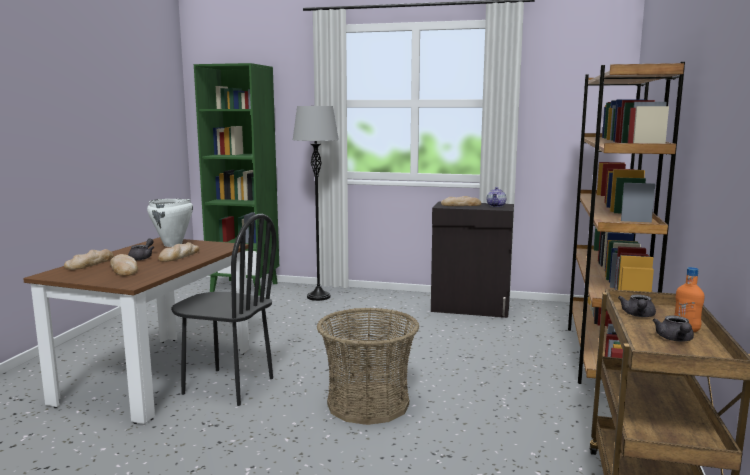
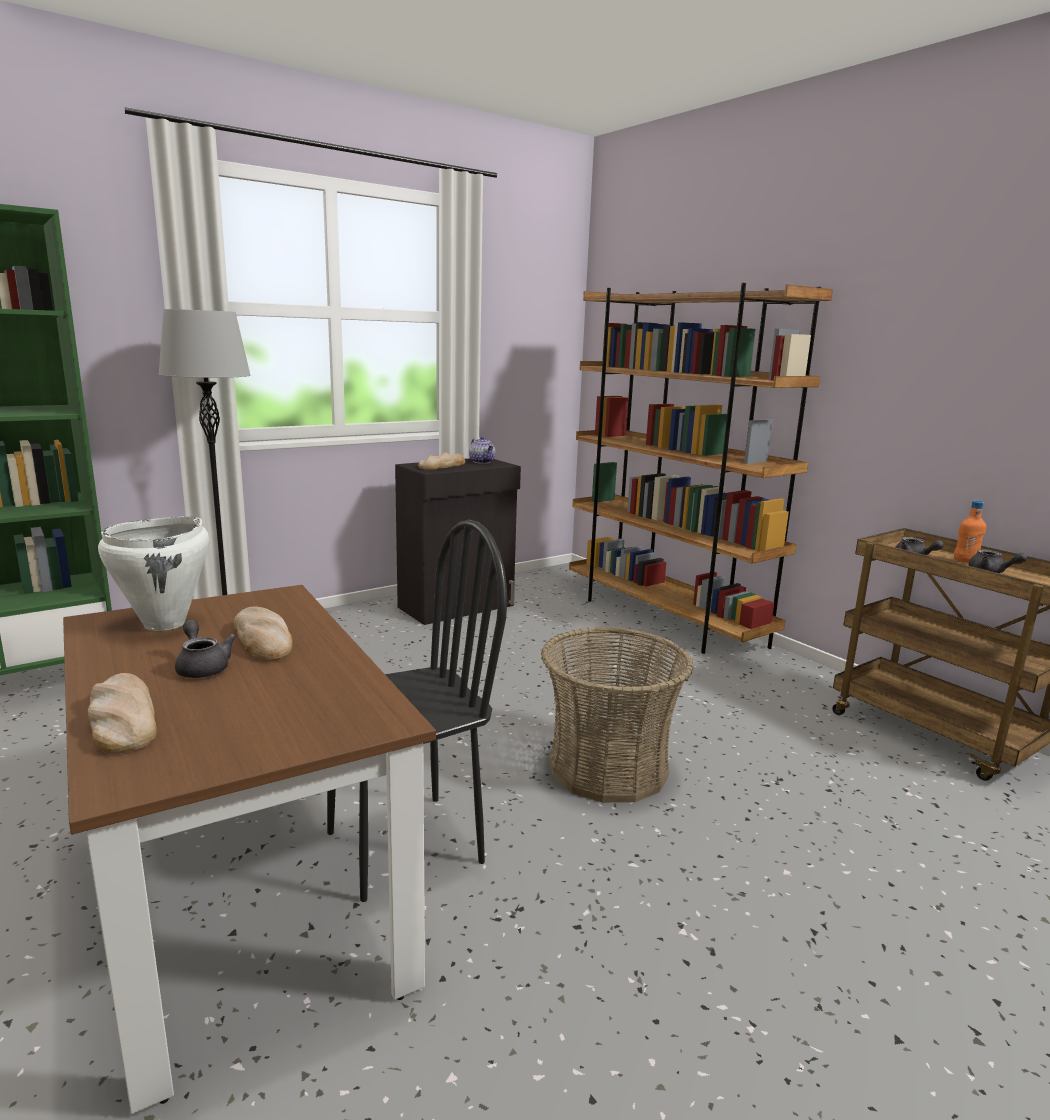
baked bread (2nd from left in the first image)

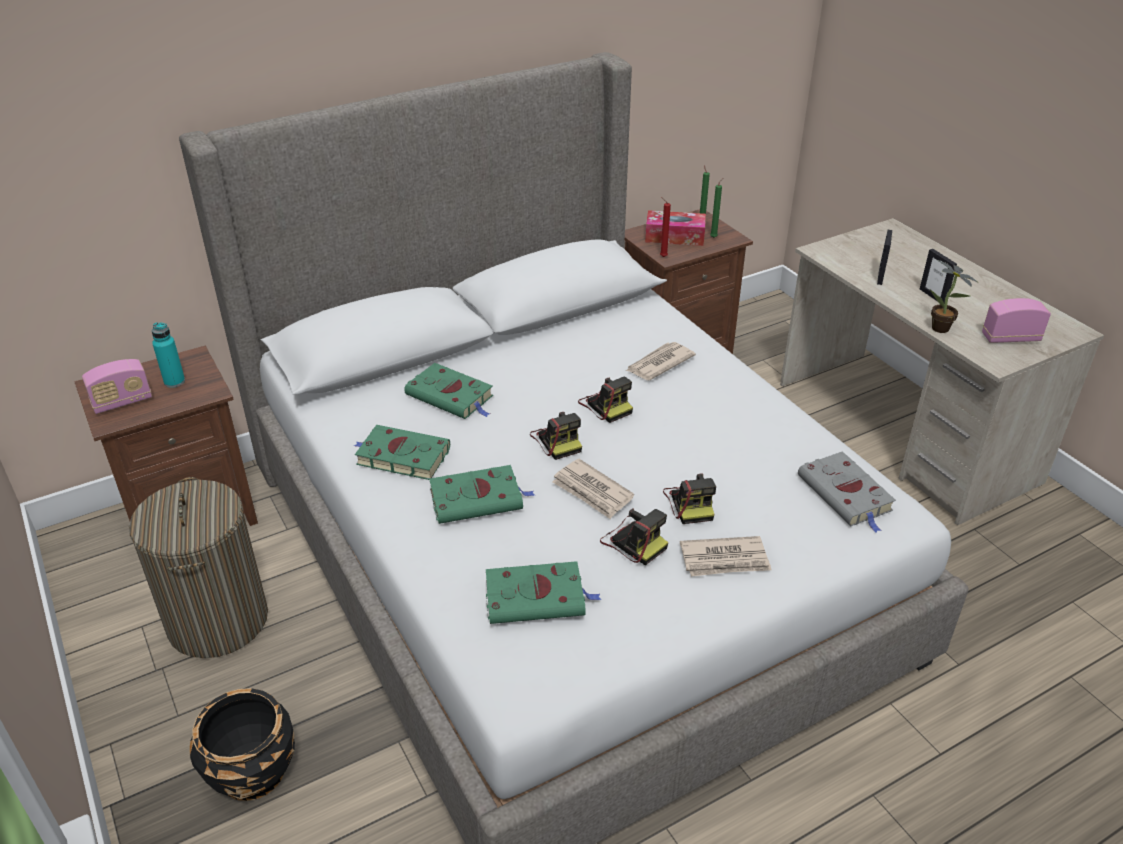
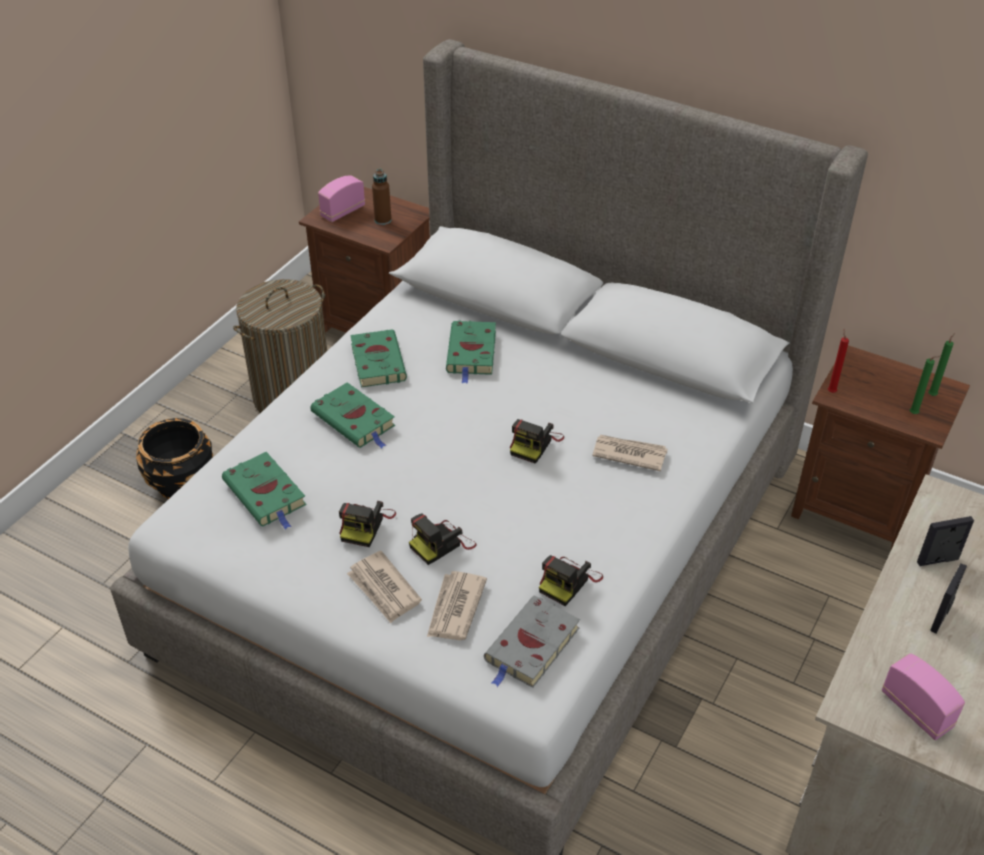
radio set (1st from left)
brown-coloured drink bottle
printed paper (2nd from left)
still camera (4th from left)
box of tissues
plant in a pot

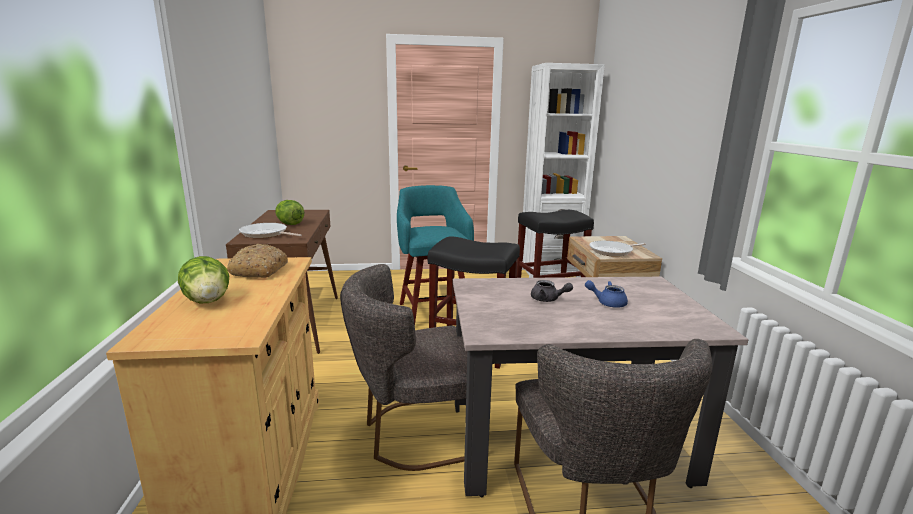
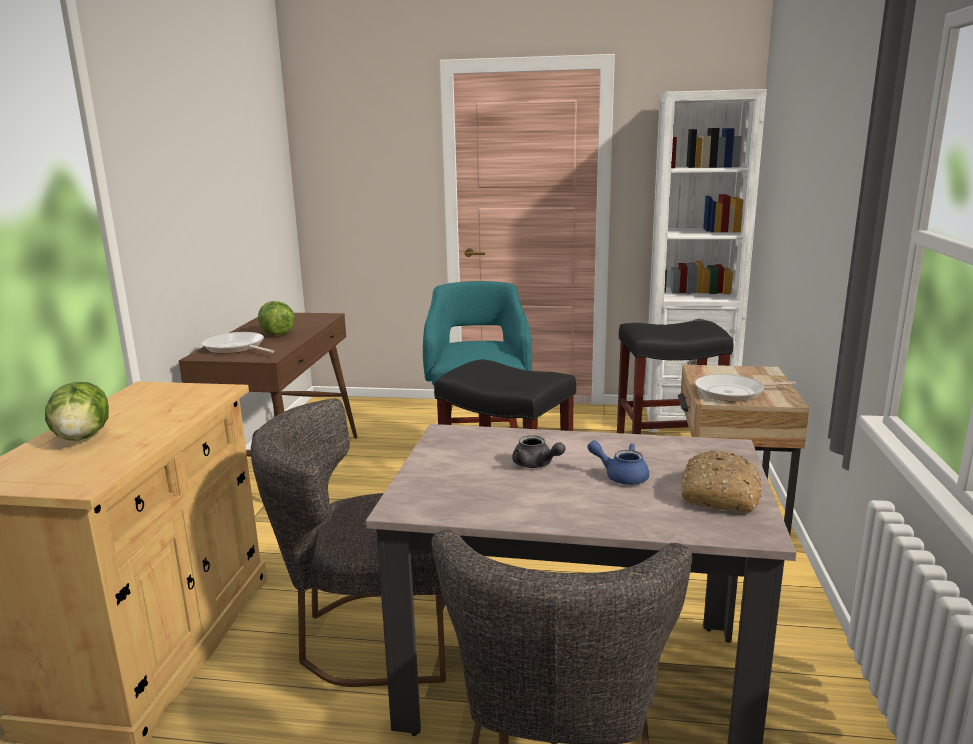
baked bread

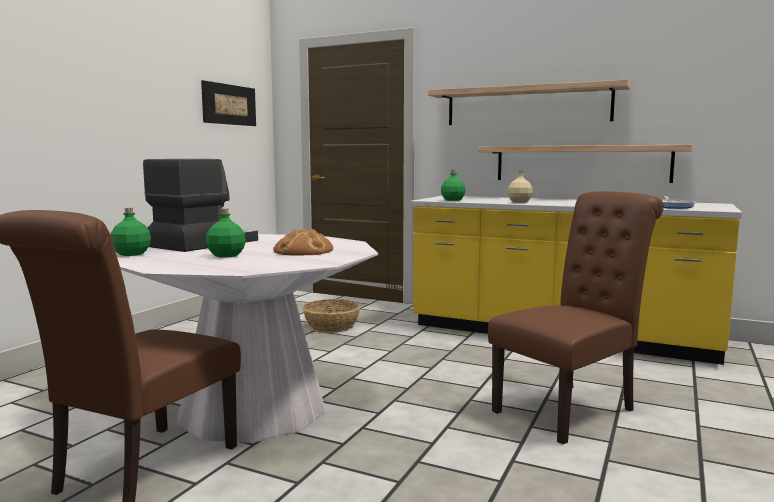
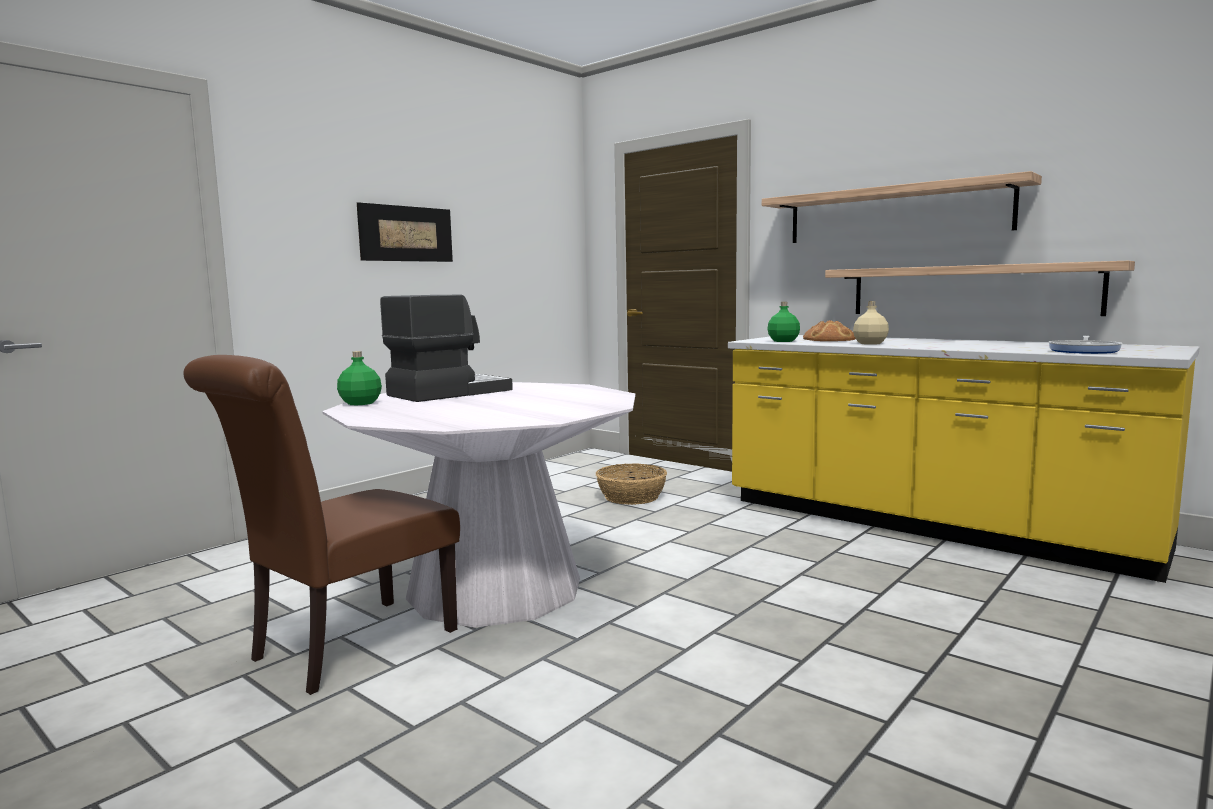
picture
baked bread
greenish drink bottle (2nd from left in the first image)
brown-coloured chair (2nd from left in the first image)

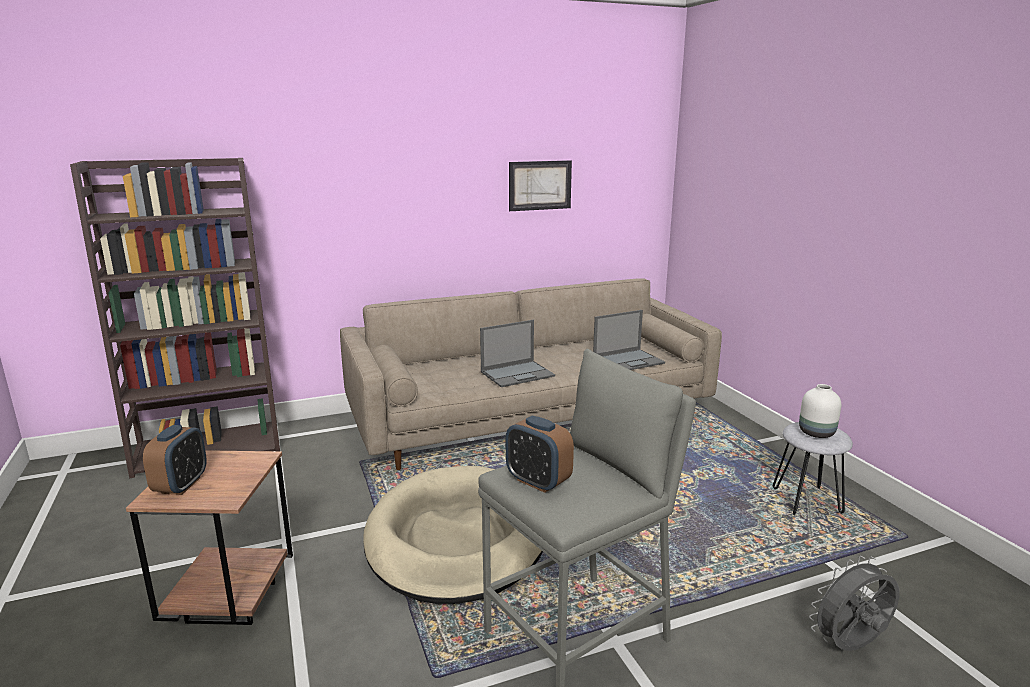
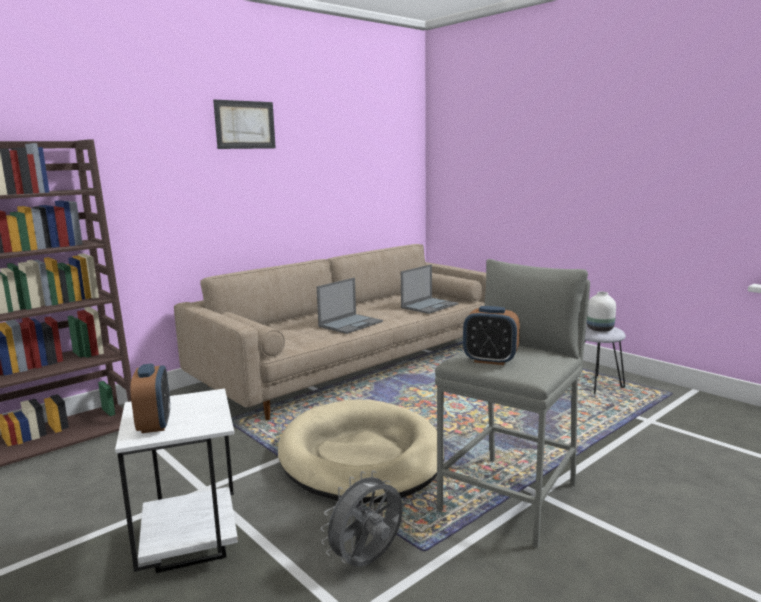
whitish side table
picture
greyish fan

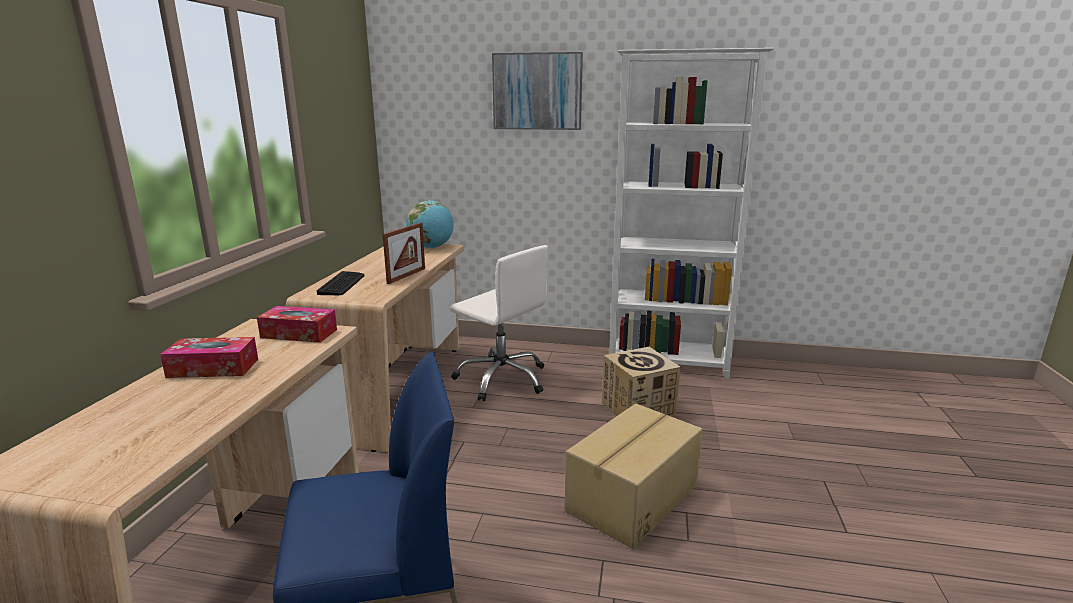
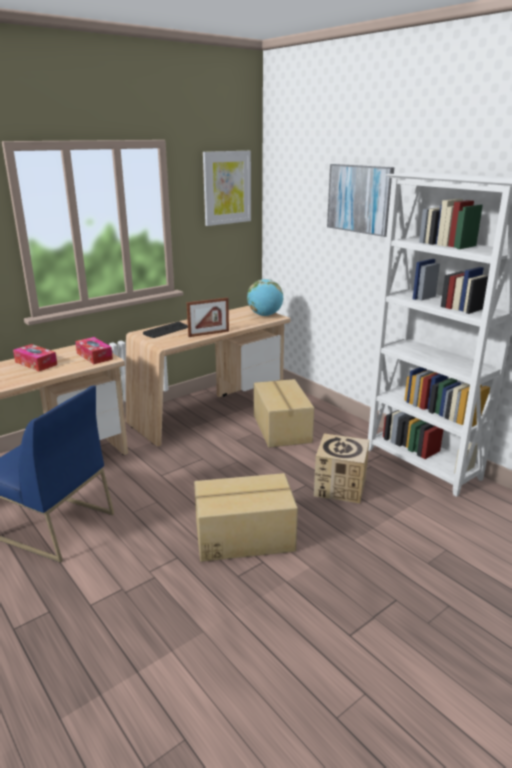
picture (1st from left)
carton (2nd from left)

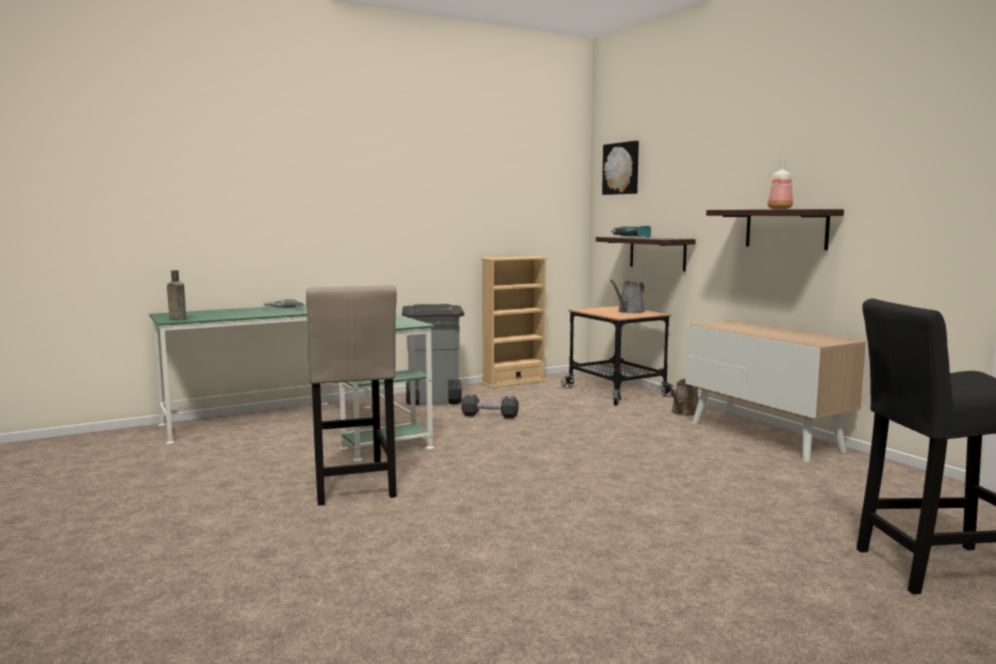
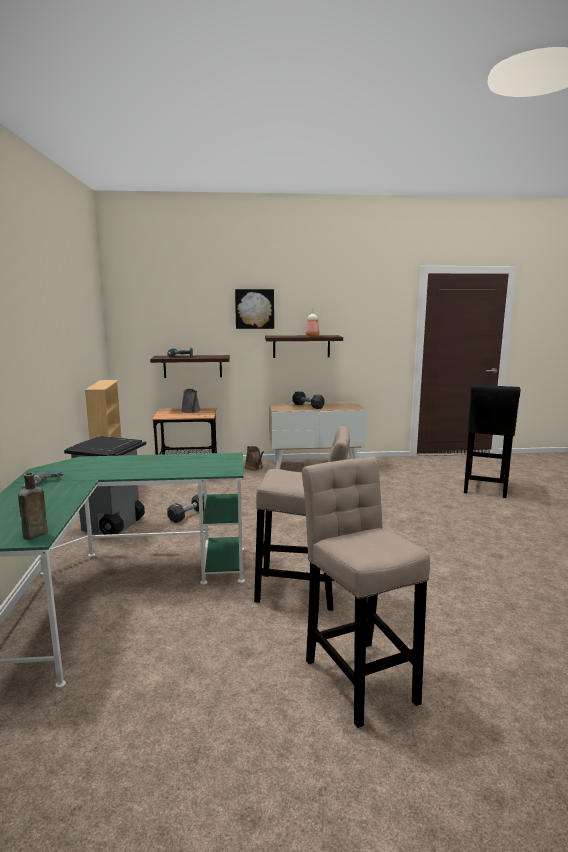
picture
blackish hand weight (2nd from left)
sand-coloured stool (2nd from left)

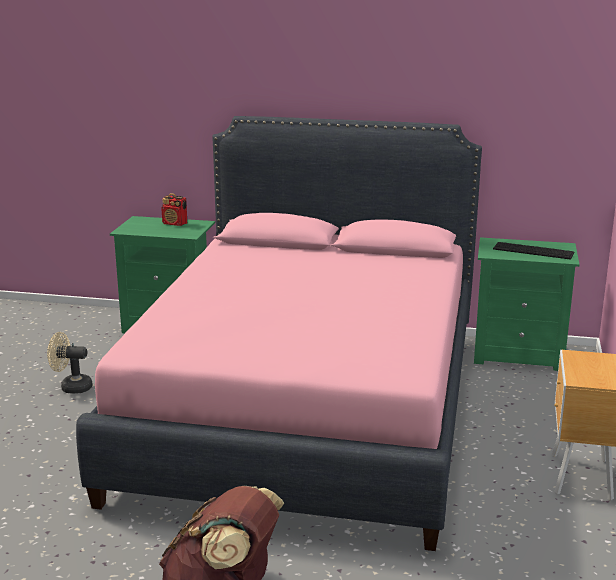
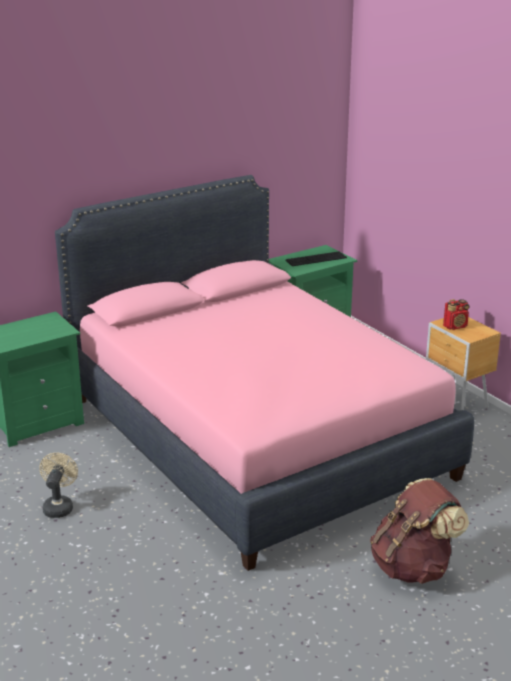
sand-coloured fan
radio set

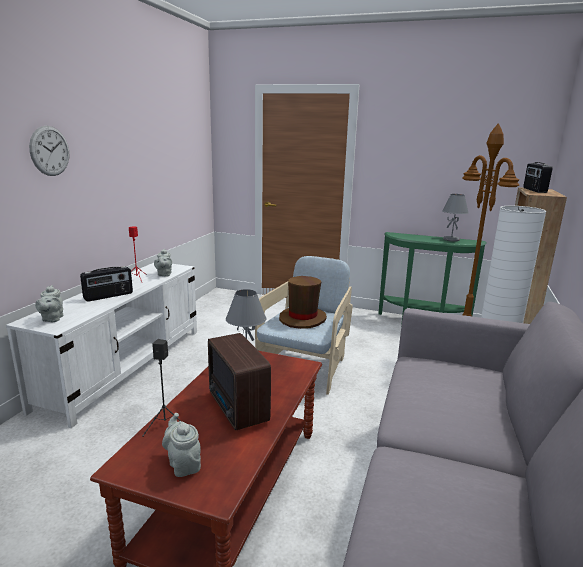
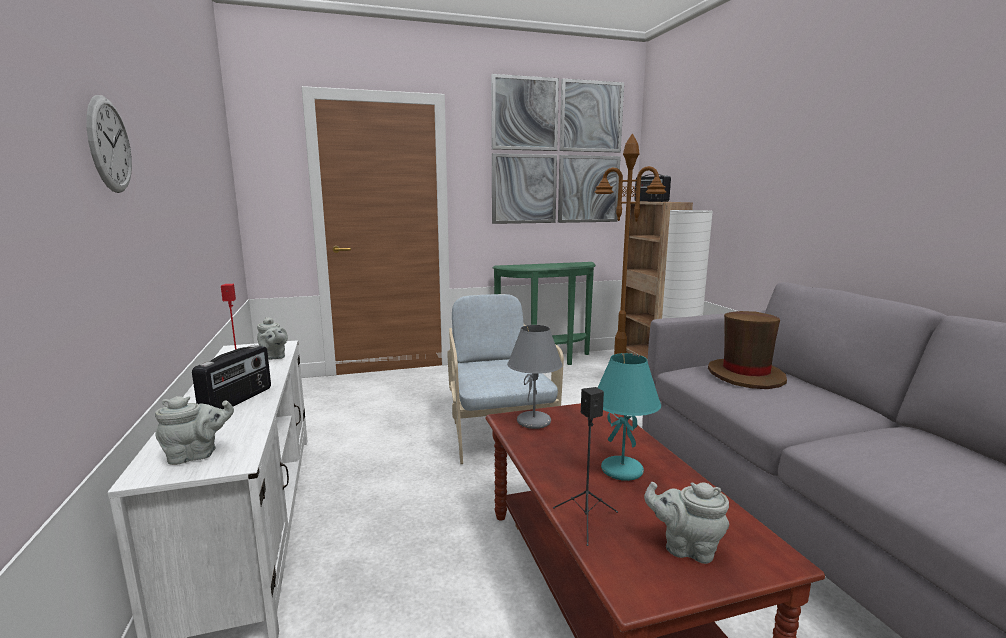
greyish pot for tea (1st from left)
picture
turquoise-coloured table lamp
brown-coloured hat
greyish table lamp (2nd from left in the first image)

